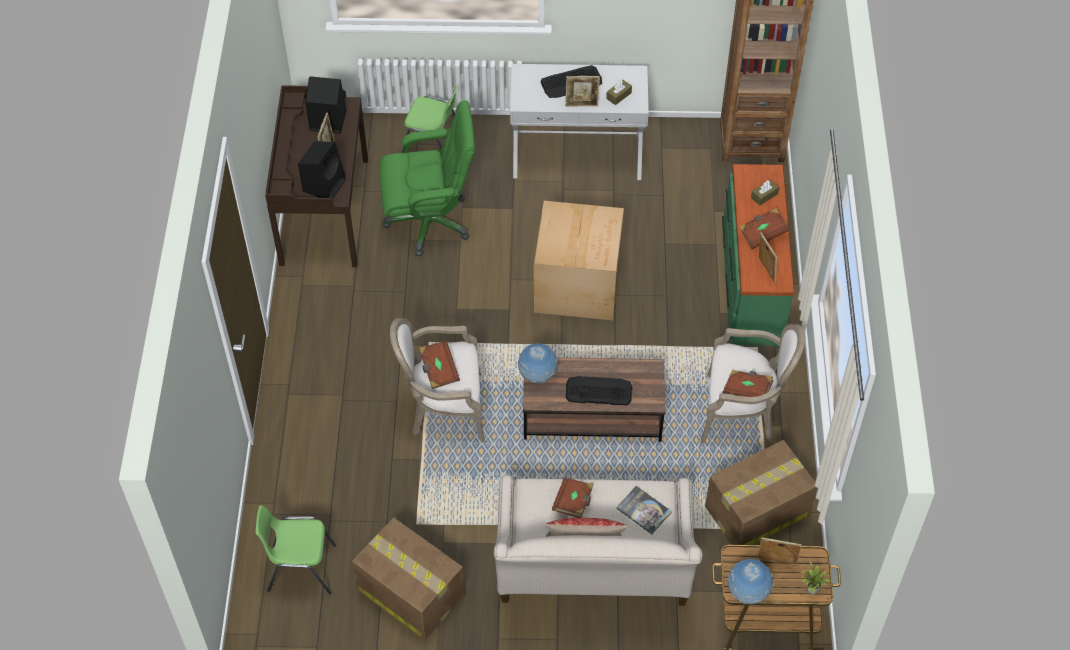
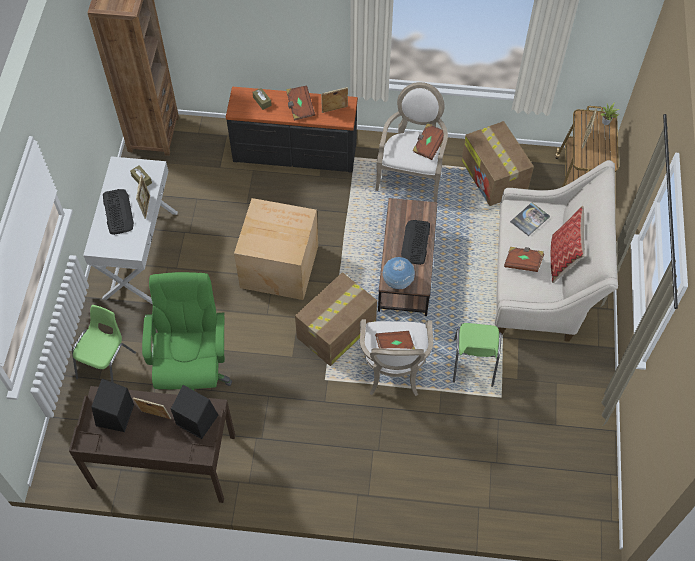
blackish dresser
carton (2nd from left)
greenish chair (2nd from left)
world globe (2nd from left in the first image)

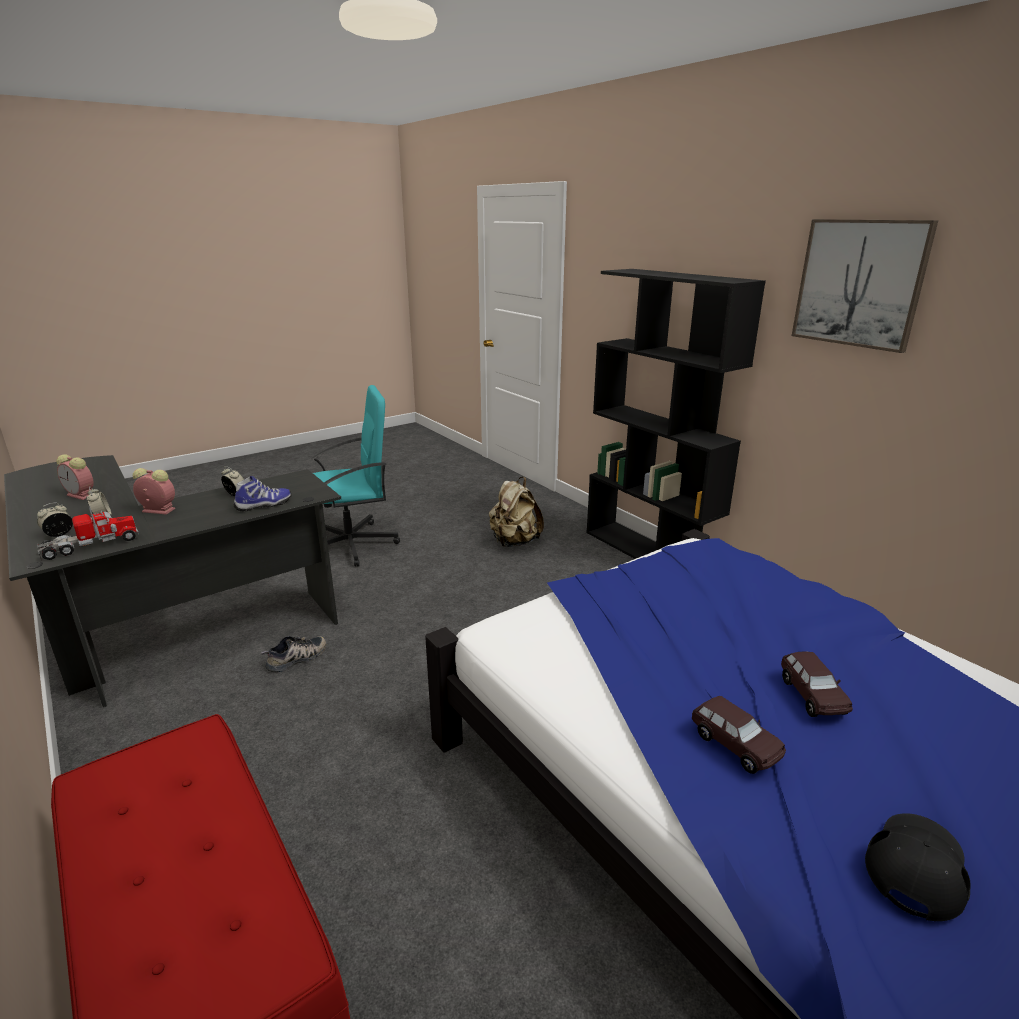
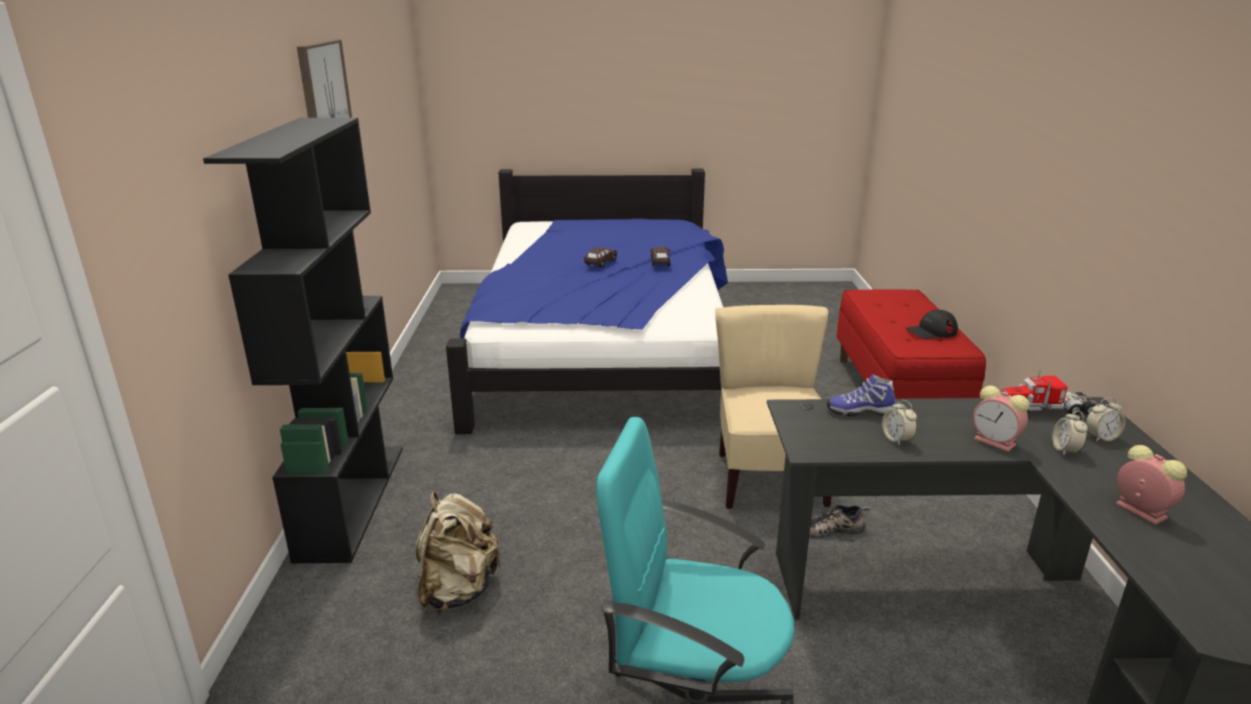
sand-coloured chair
blackish cap

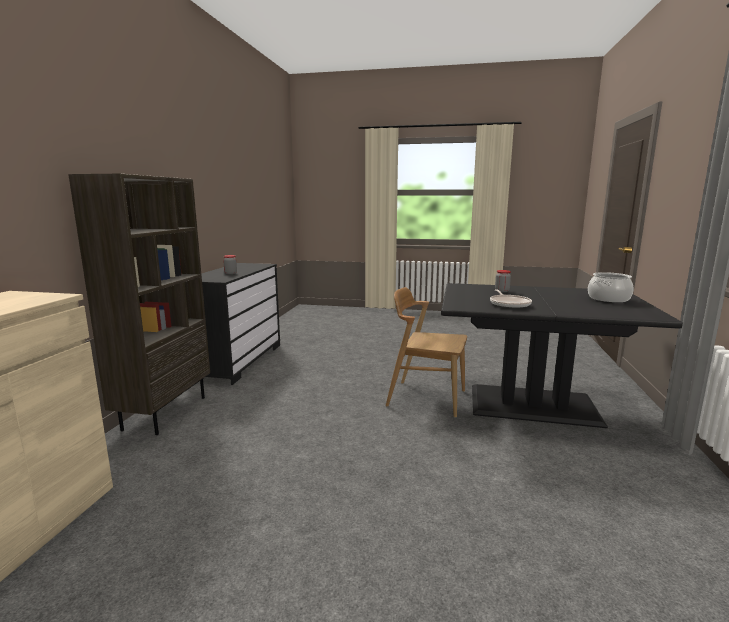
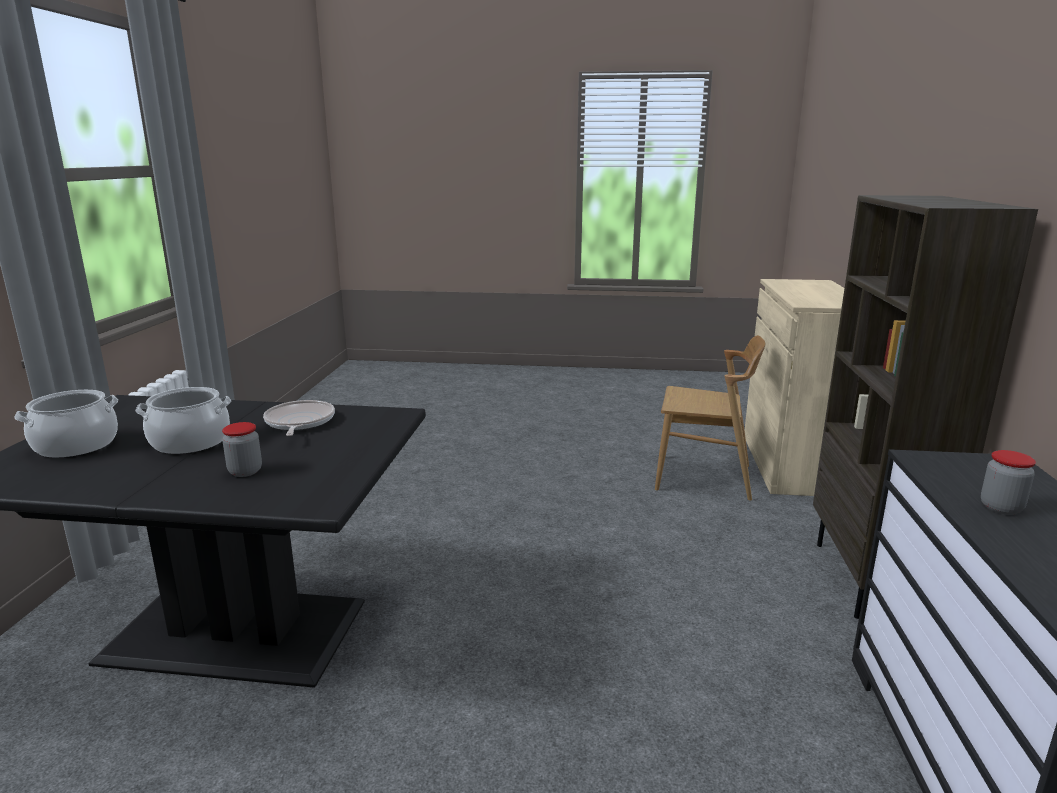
saucepot (2nd from left)
brown-coloured chair

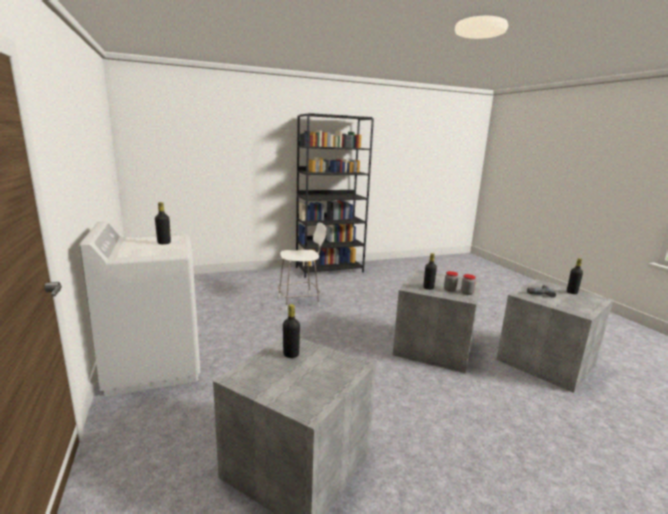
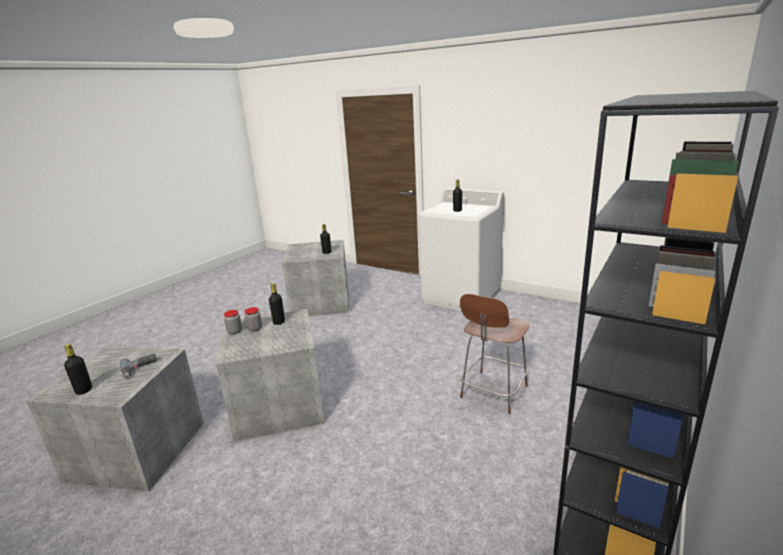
brown-coloured chair

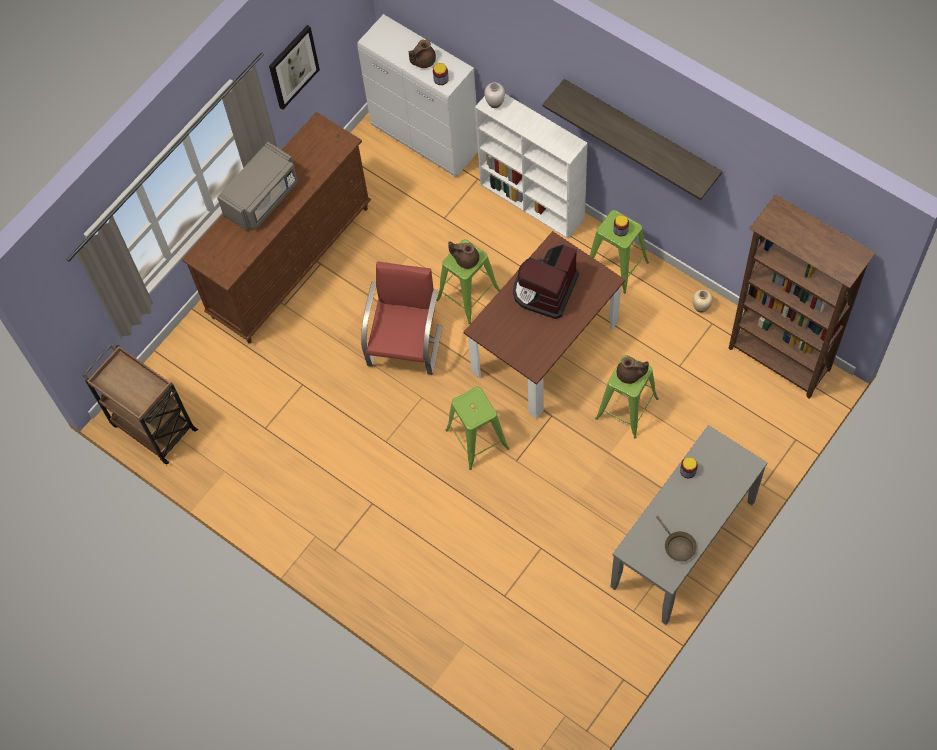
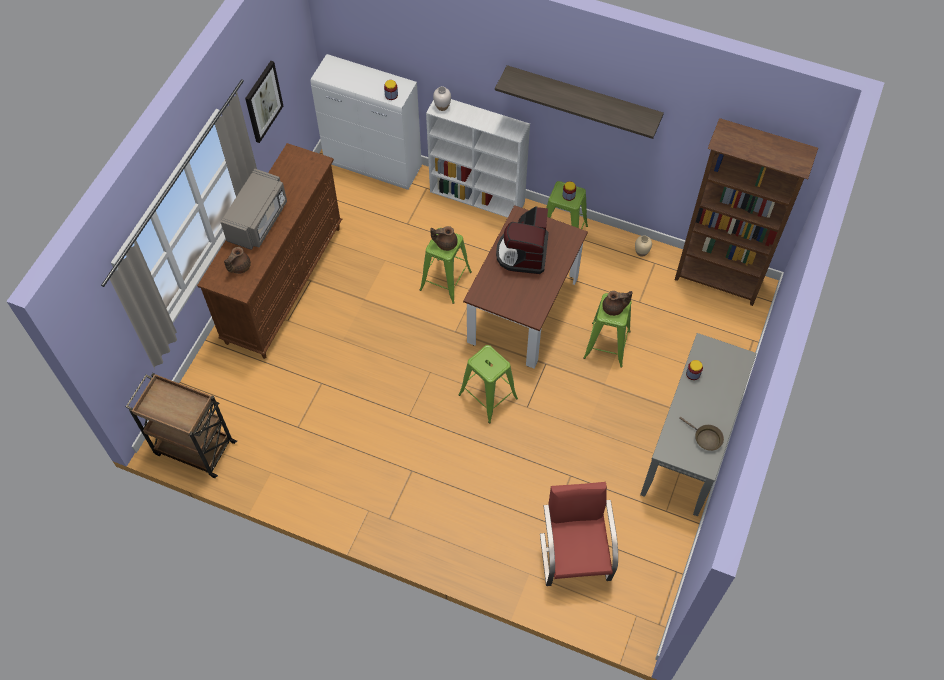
brown-coloured pot for tea (1st from left)
reddish chair

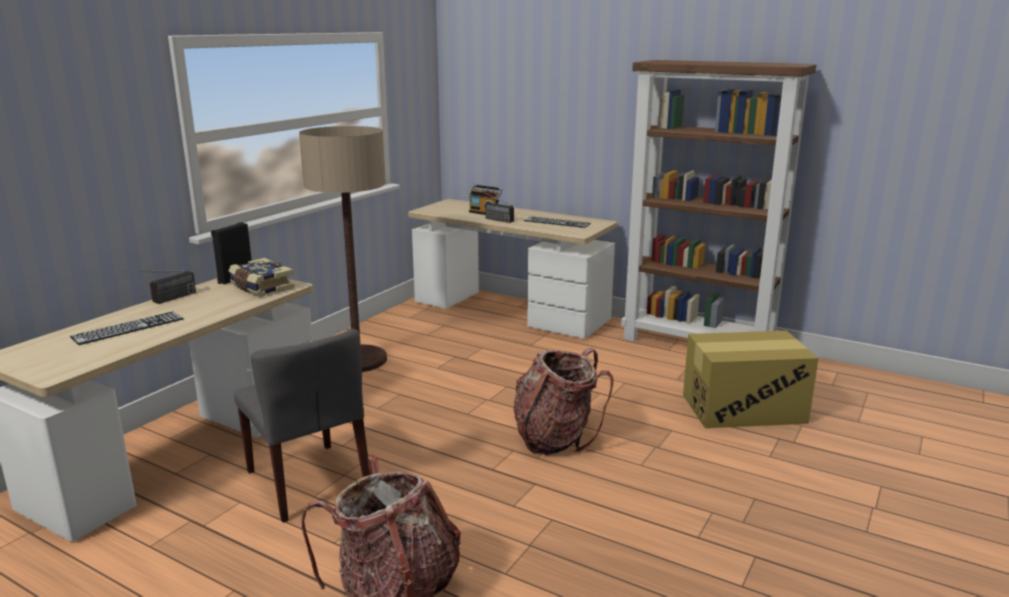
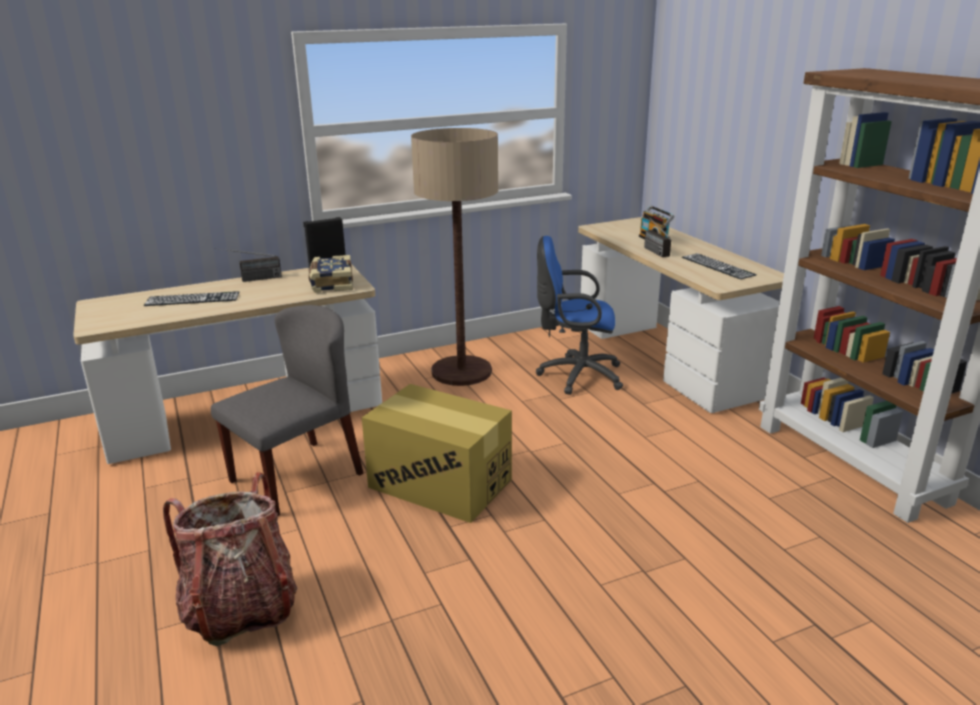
greyish chair
carton
blue-coloured desk chair
rucksack (2nd from left in the first image)

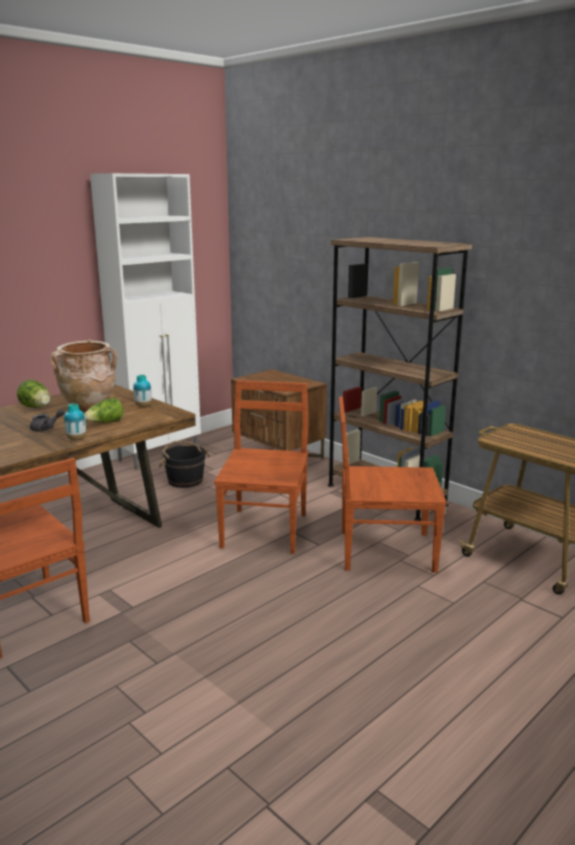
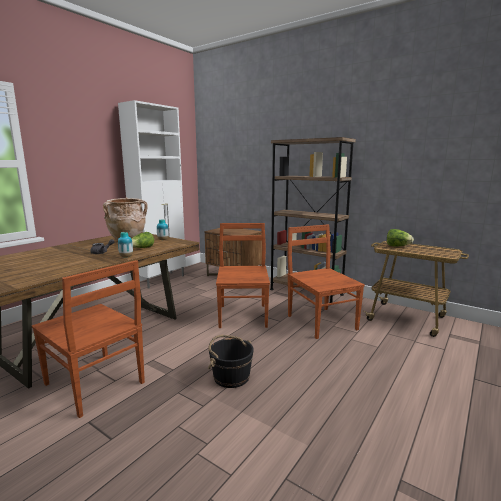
blackish water bucket
brown-coloured chair (3rd from left)
lettuce (2nd from left)

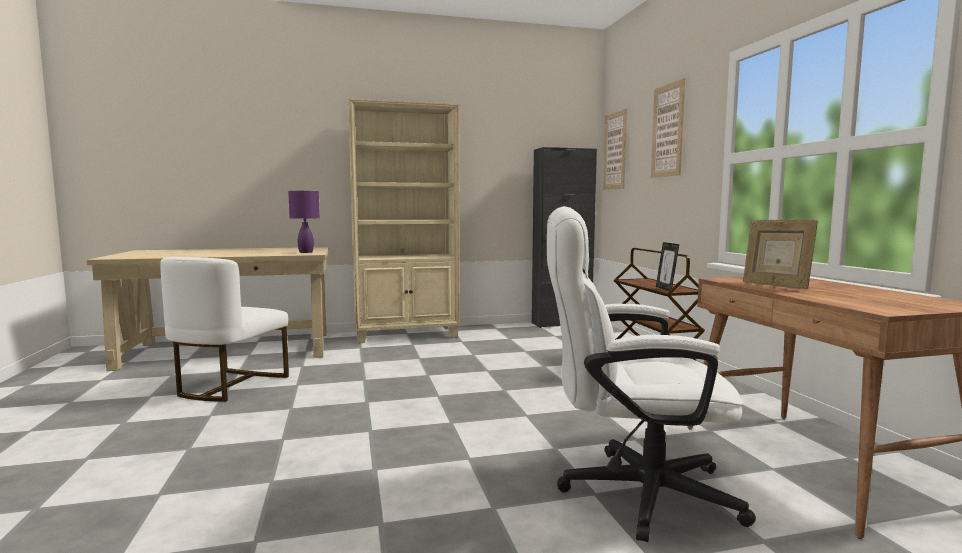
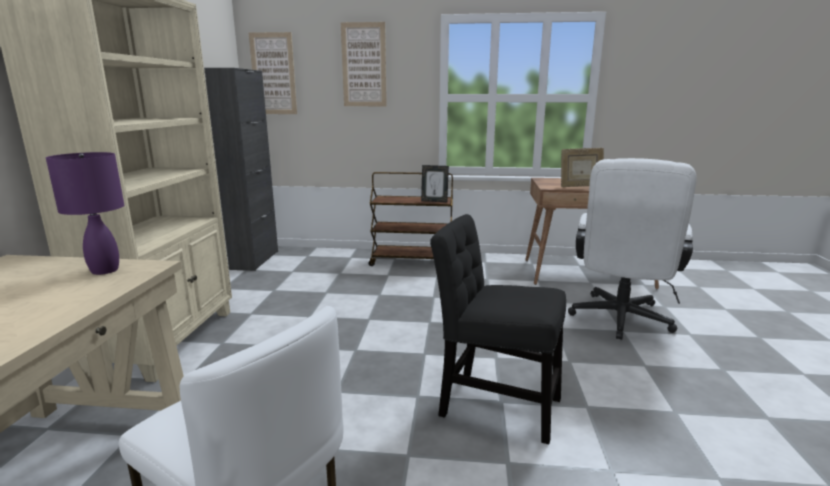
blackish chair

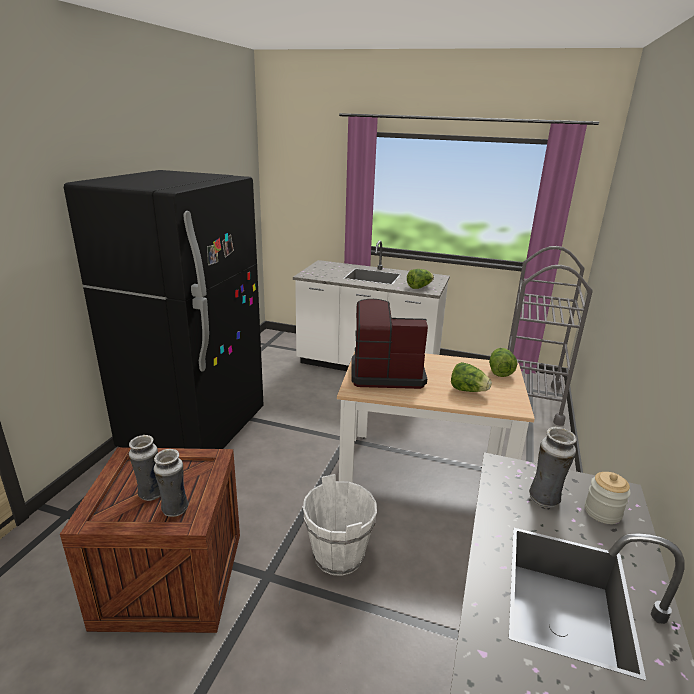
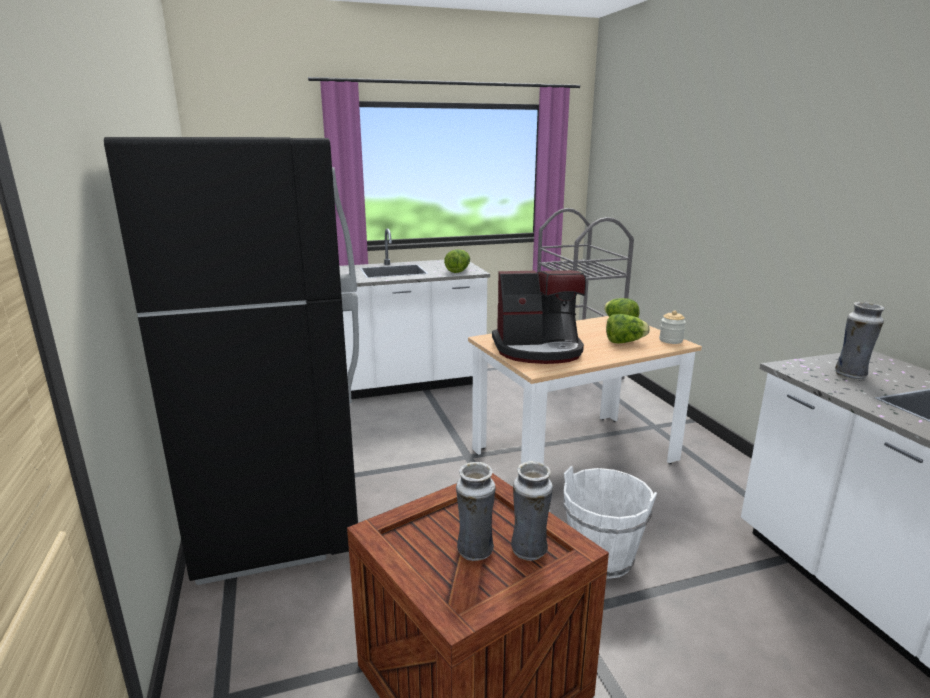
coffee maker
storage jar

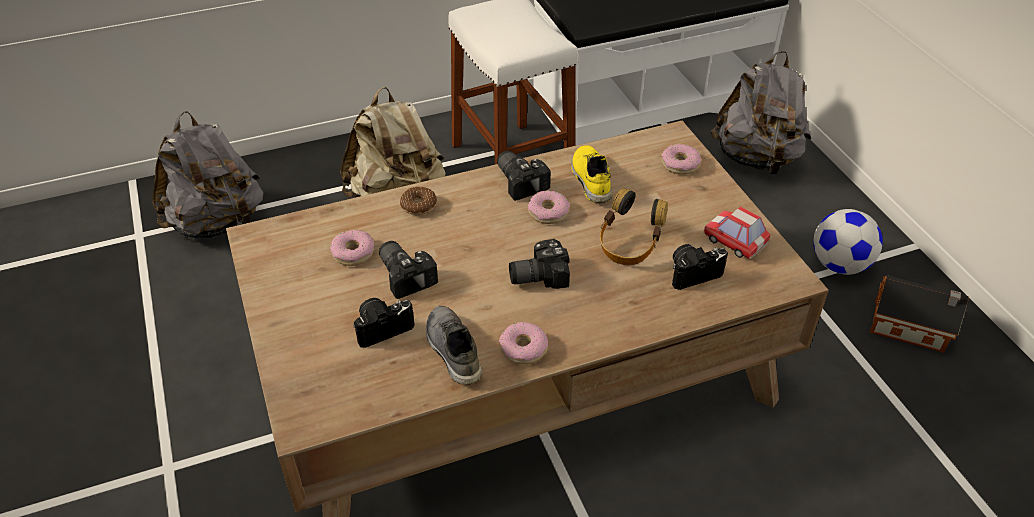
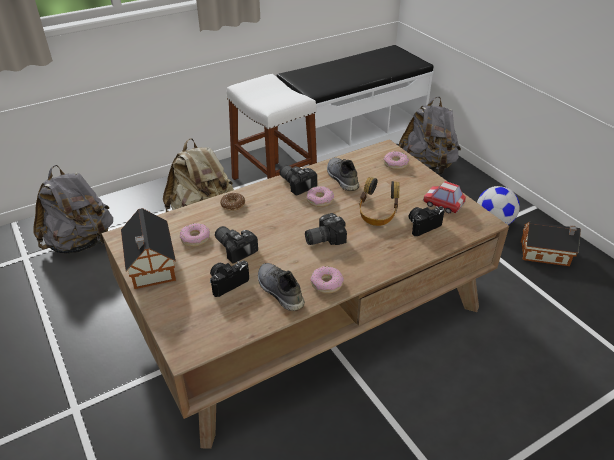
miniature house (1st from left)
greyish item of footwear (2nd from left)

